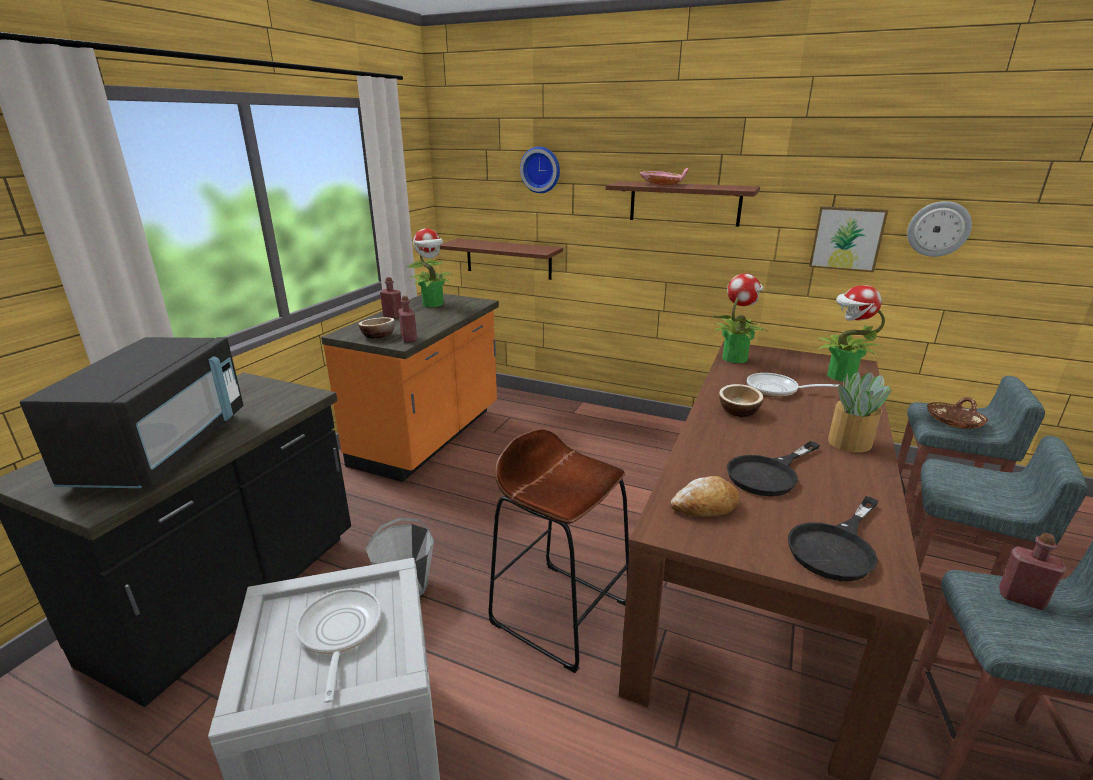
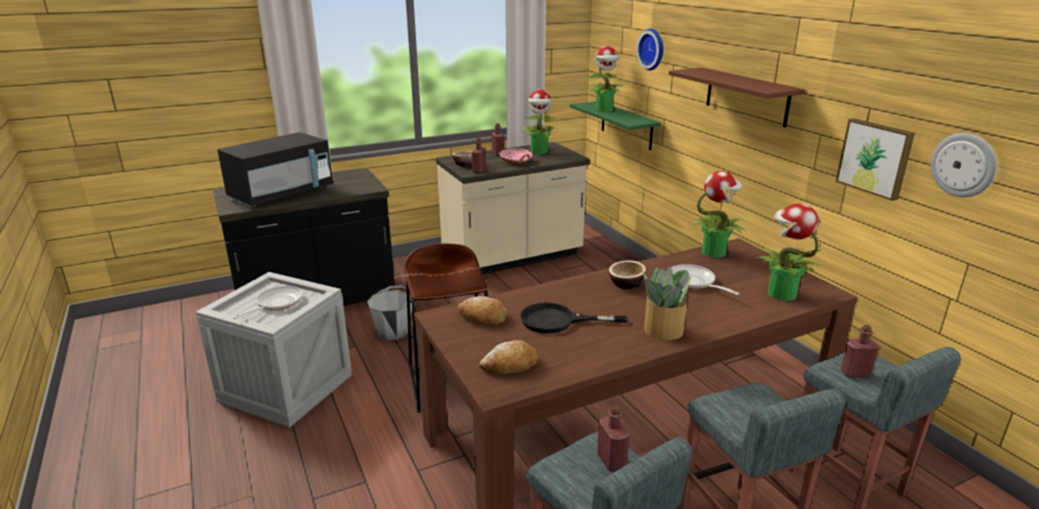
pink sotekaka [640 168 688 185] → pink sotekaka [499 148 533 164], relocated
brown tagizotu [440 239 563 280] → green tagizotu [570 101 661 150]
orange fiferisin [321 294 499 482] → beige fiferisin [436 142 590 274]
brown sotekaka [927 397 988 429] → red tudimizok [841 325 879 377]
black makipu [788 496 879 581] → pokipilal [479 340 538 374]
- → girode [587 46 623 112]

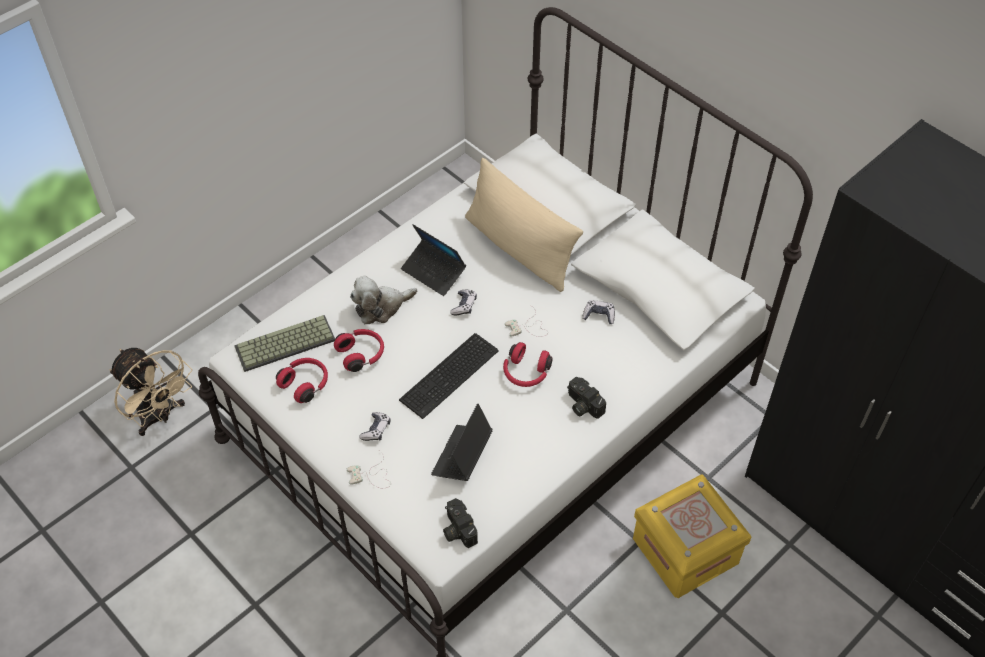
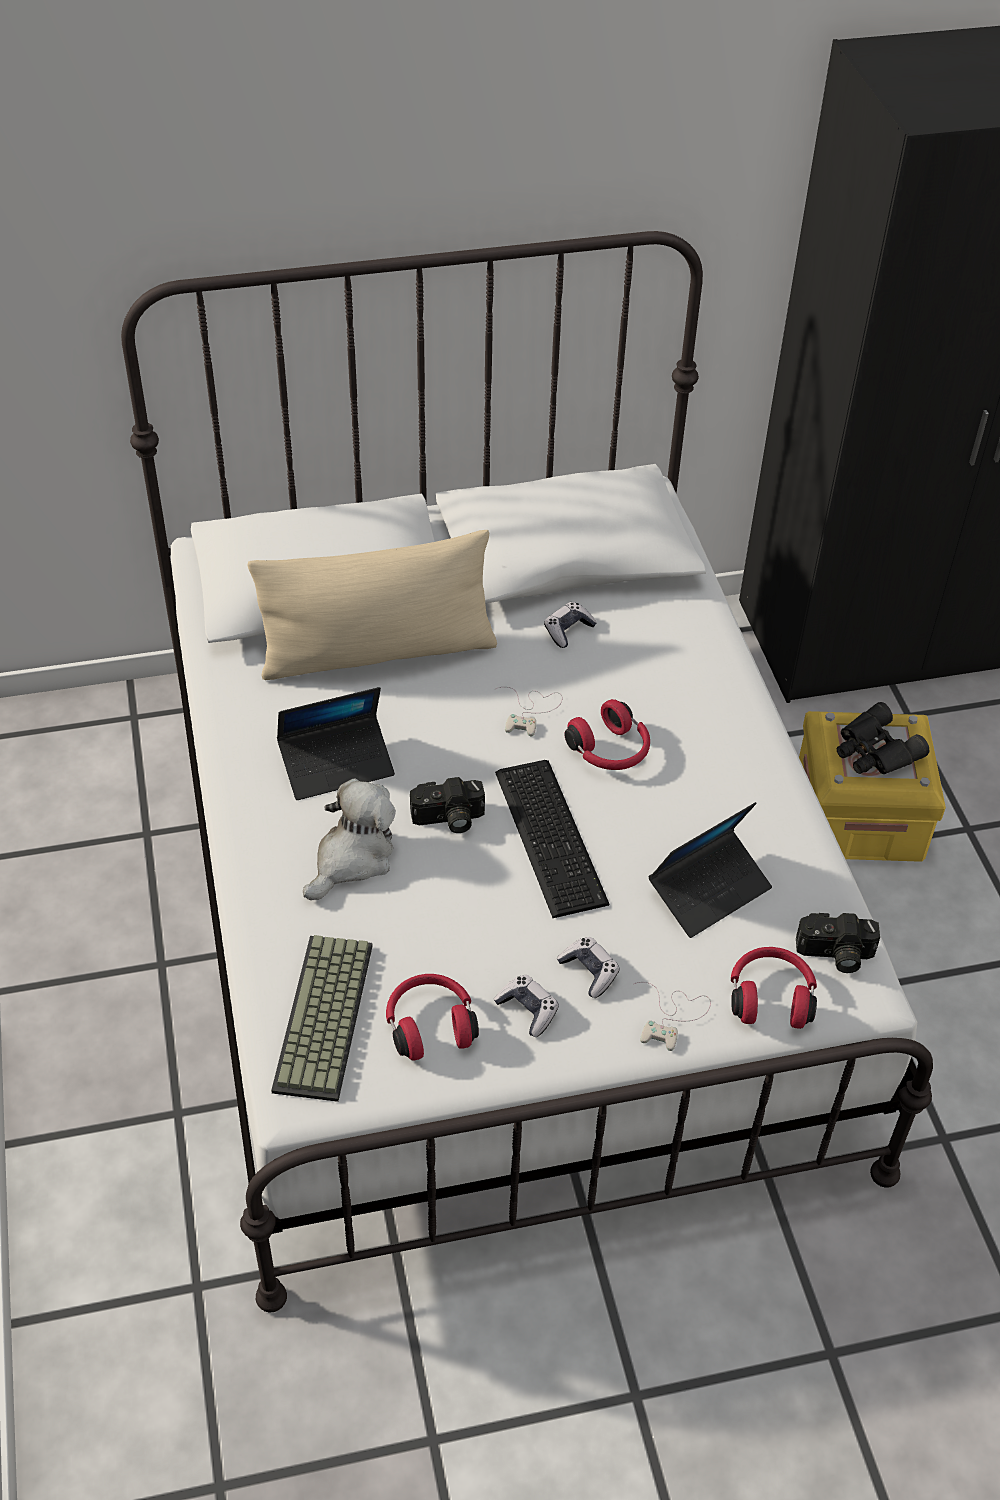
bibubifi [350 275 417 324] → bibubifi [303 779 396 900], 150 degrees counterclockwise
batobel [450 290 477 316] → batobel [494 974 559 1037], relocated
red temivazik [334 329 384 372] → red temivazik [731 947 817 1029], relocated
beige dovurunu [110 348 192 436] → -
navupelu [567 377 606 419] → navupelu [410 777 485 833], relocated
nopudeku [431 404 492 481] → nopudeku [648 802 772 938], 90 degrees counterclockwise
- → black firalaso [836 702 930 774]

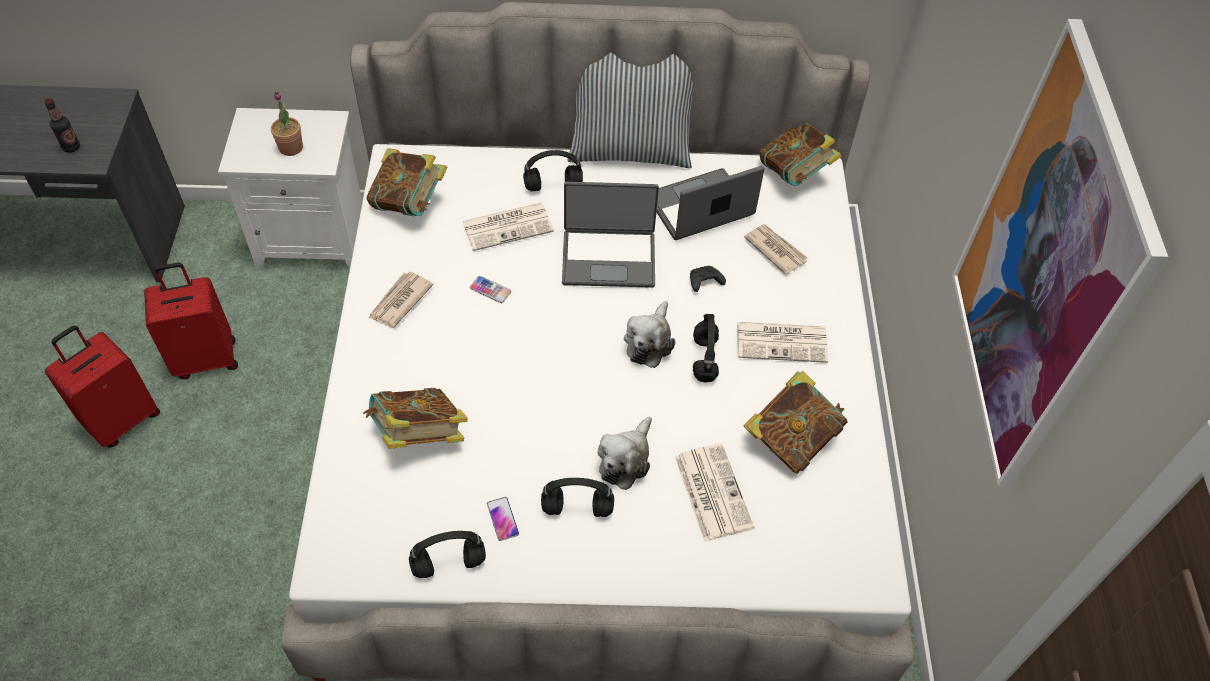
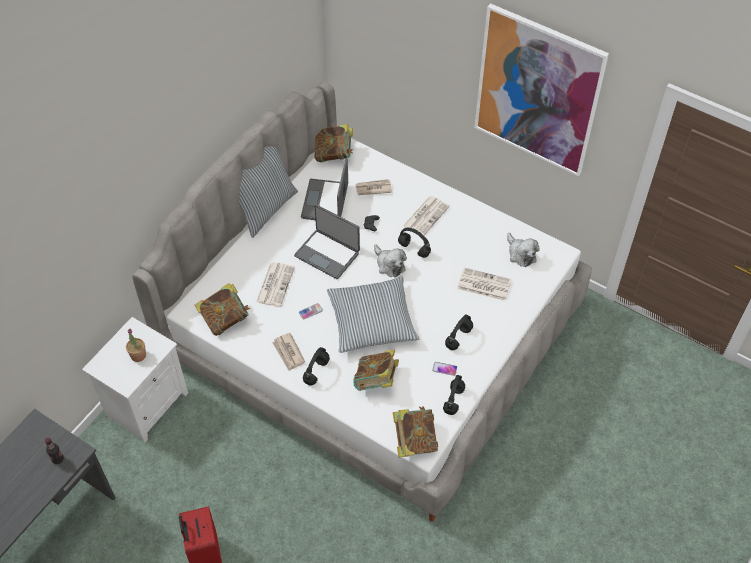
black temivazik [523 150 583 191] → black temivazik [303 347 330 386], relocated
nopudeku [562 182 659 288] → nopudeku [294 204 360 279], 90 degrees clockwise
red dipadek [144 263 238 379] → -
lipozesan [743 371 848 474] → lipozesan [393 407 438 457], relocated
bibubifi [598 417 652 490] → bibubifi [507 233 540 267], relocated
- → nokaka [327 277 420 353]

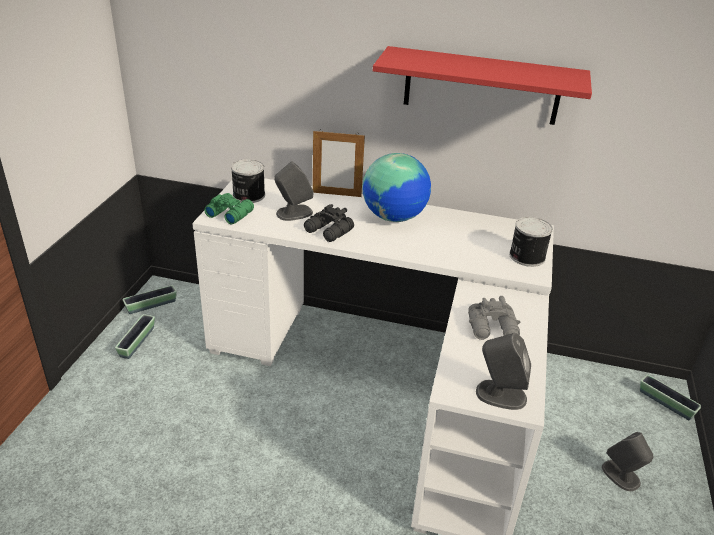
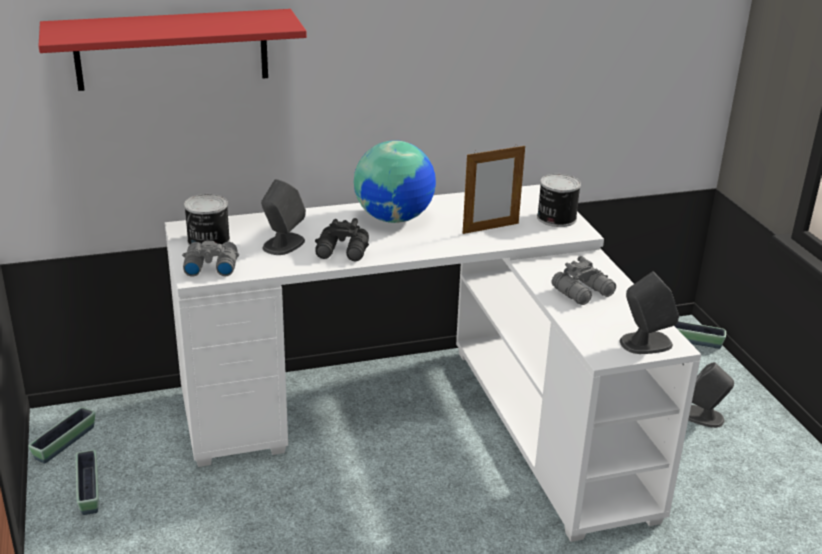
red tagizotu [373 46 592 125] → red tagizotu [39 9 307 91], relocated
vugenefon [313 129 365 197] → vugenefon [462 144 525 234], relocated
green firalaso [204 193 254 224] → grey firalaso [182 241 239 277]

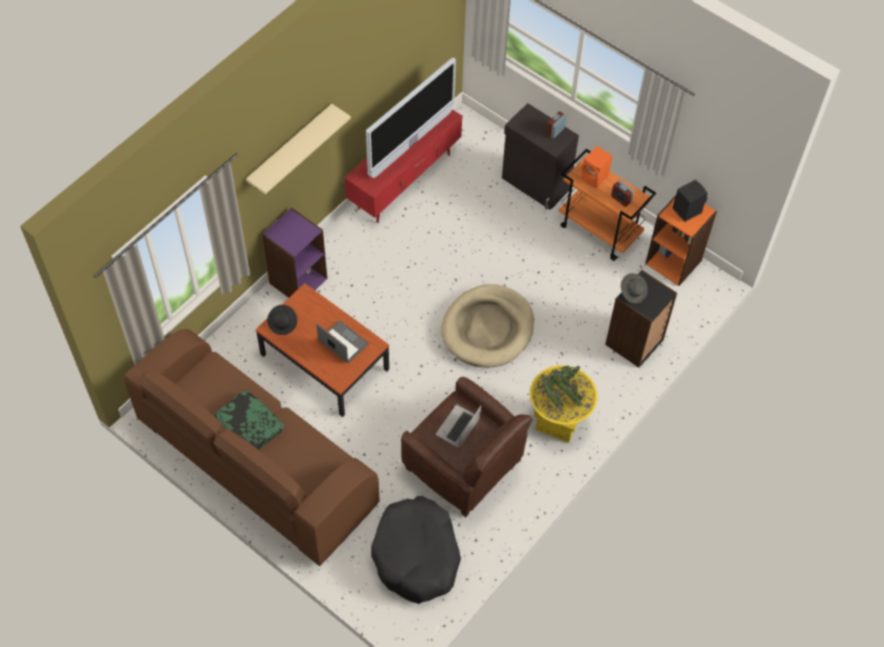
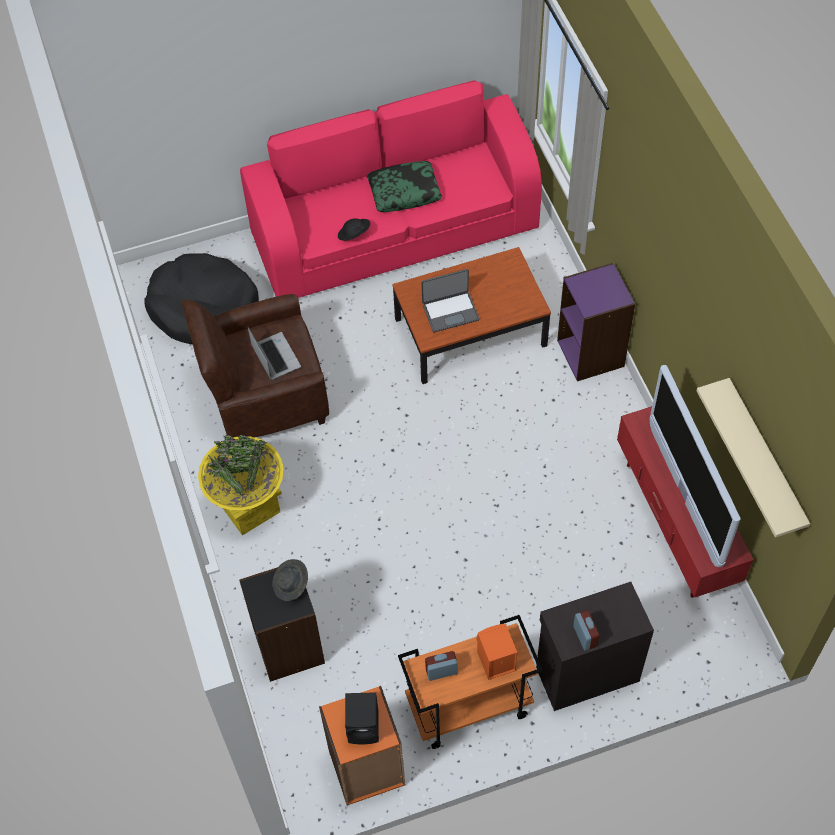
beige tagizotu [246 104 351 194] → beige tagizotu [696 378 810 538], relocated
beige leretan [441 284 534 368] → -
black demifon [267 305 297 335] → black demifon [338 218 370 241], relocated
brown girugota [124 329 380 566] → pink girugota [240 80 542 298]

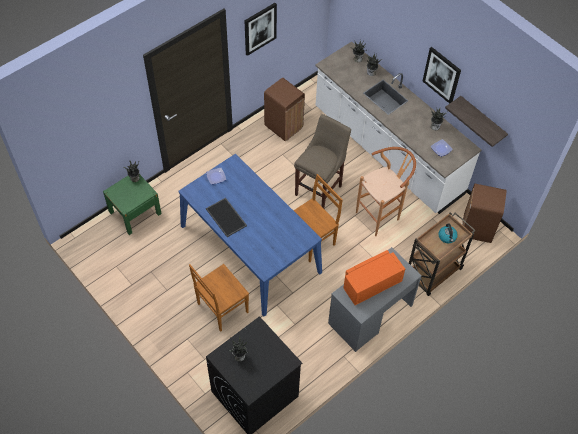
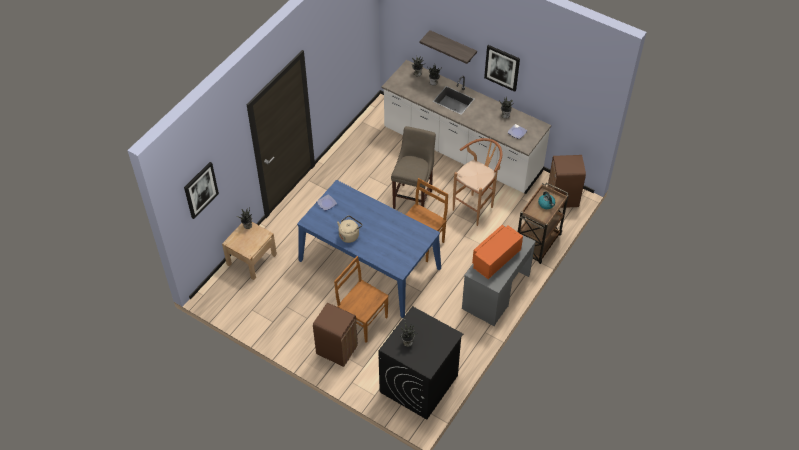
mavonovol [244 3 277 56] → mavonovol [184 162 219 219], relocated
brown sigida [264 78 305 141] → brown sigida [313 303 358 367], relocated
tagizotu [445 96 508 147] → tagizotu [420 30 477 64], relocated
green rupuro [103 174 162 235] → beige rupuro [222 222 277 280]
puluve [206 198 247 237] → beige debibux [337 215 363 243]
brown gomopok [189 264 249 332] → brown gomopok [334 256 389 343], 90 degrees clockwise

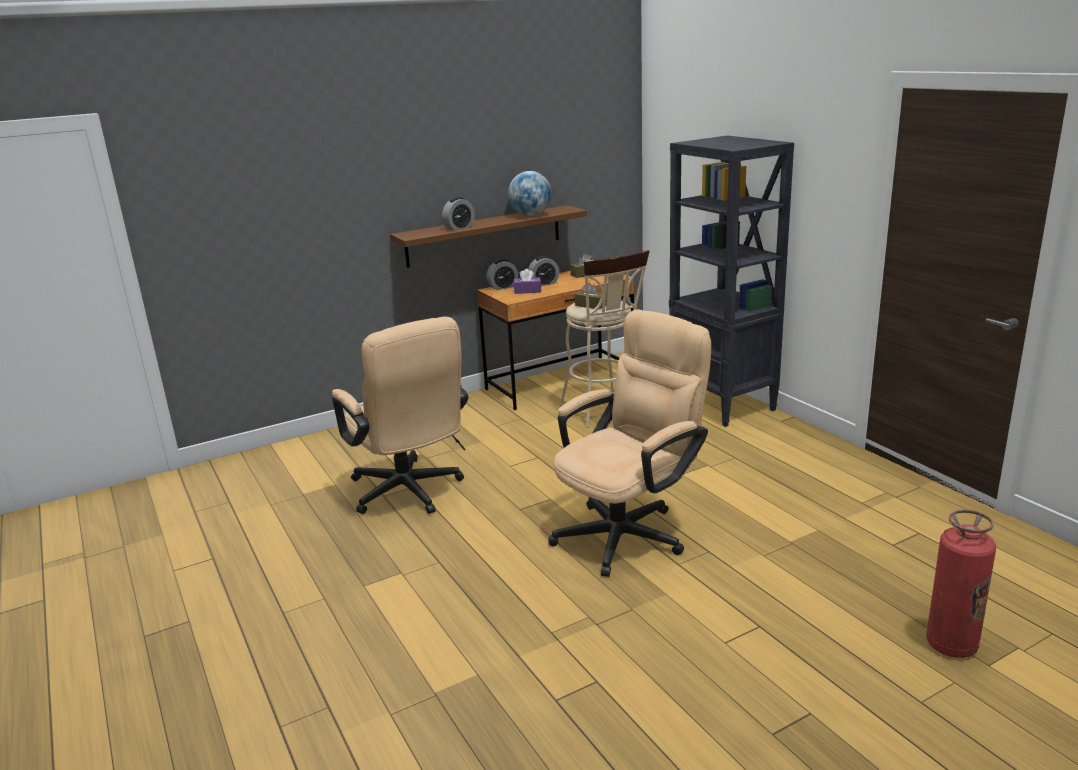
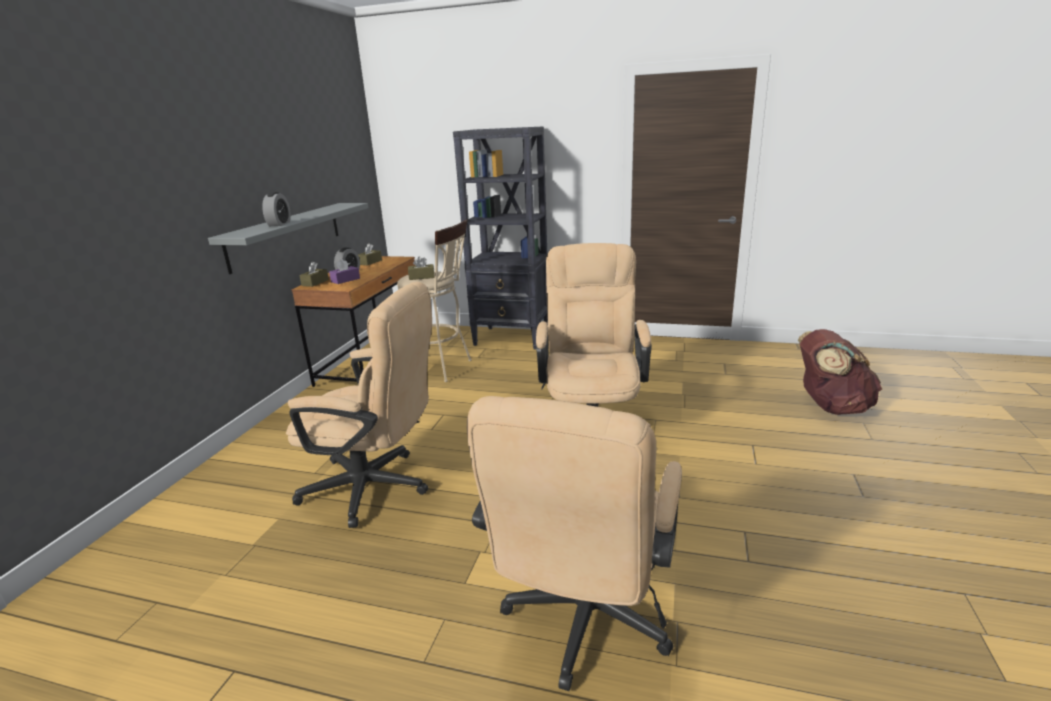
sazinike [508 171 552 216] → -
brown tagizotu [390 205 587 268] → grey tagizotu [208 203 369 274]
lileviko [486 259 518 290] → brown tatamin [299 262 329 287]
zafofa [926 510 996 658] → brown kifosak [798 329 882 415]
- → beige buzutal [467 396 682 691]

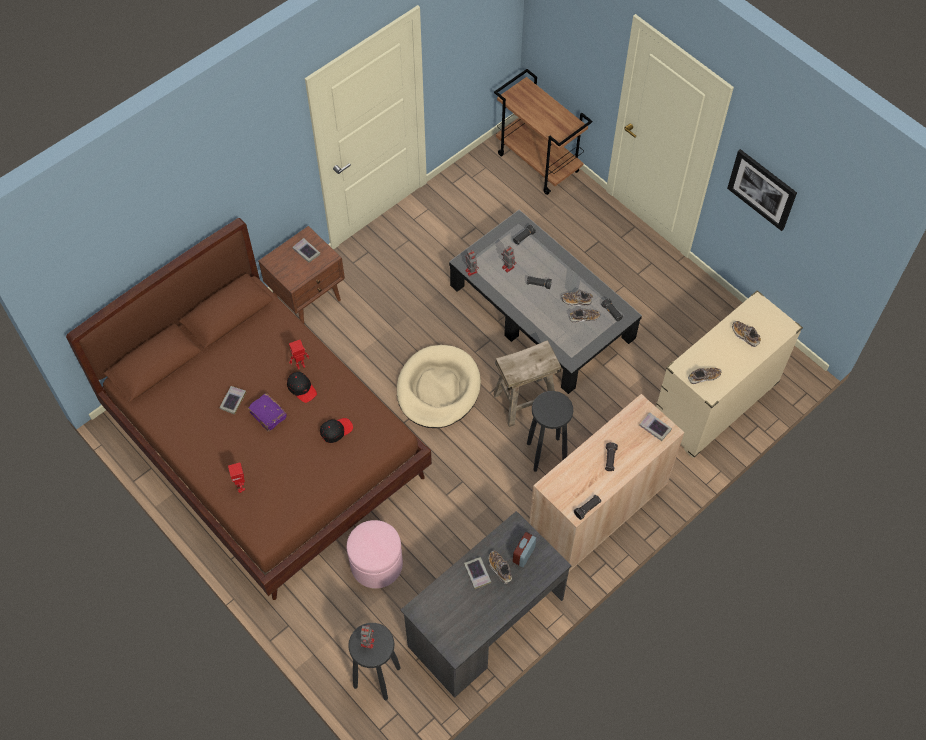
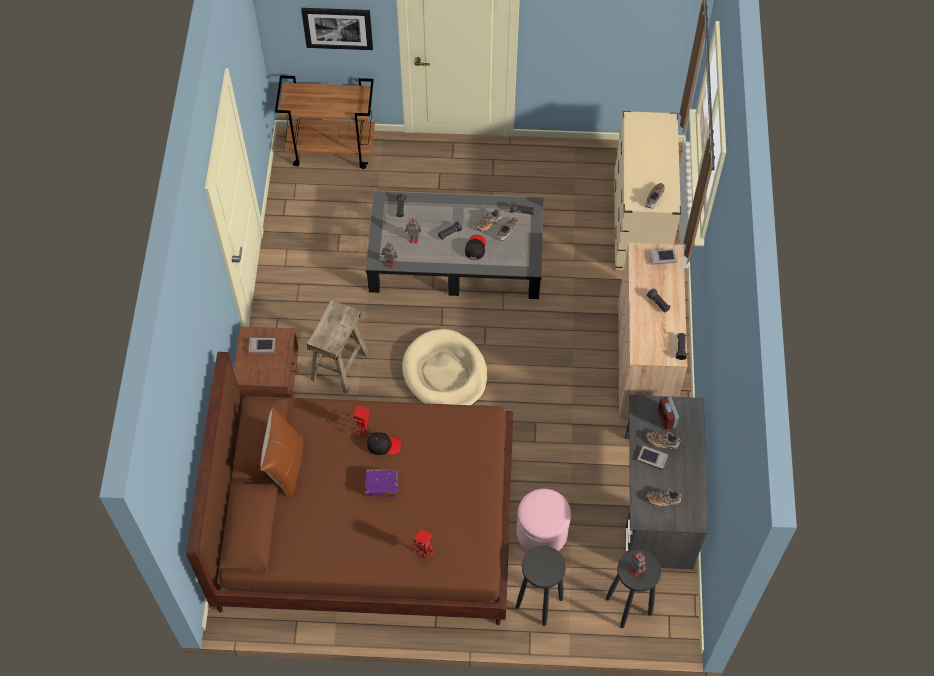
mavonovol [727 149 797 231] → mavonovol [301 8 373 50], relocated
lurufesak [732 321 761 347] → lurufesak [647 489 682 506], relocated
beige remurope [493 340 561 427] → beige remurope [307 300 369 394], relocated
lipozesan [219 386 246 415] → -
black remurope [527 391 573 472] → black remurope [516 546 566 626], relocated
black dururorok [320 418 353 443] → black dururorok [465 235 486 260], relocated
- → brown nokaka [261 408 303 497]

